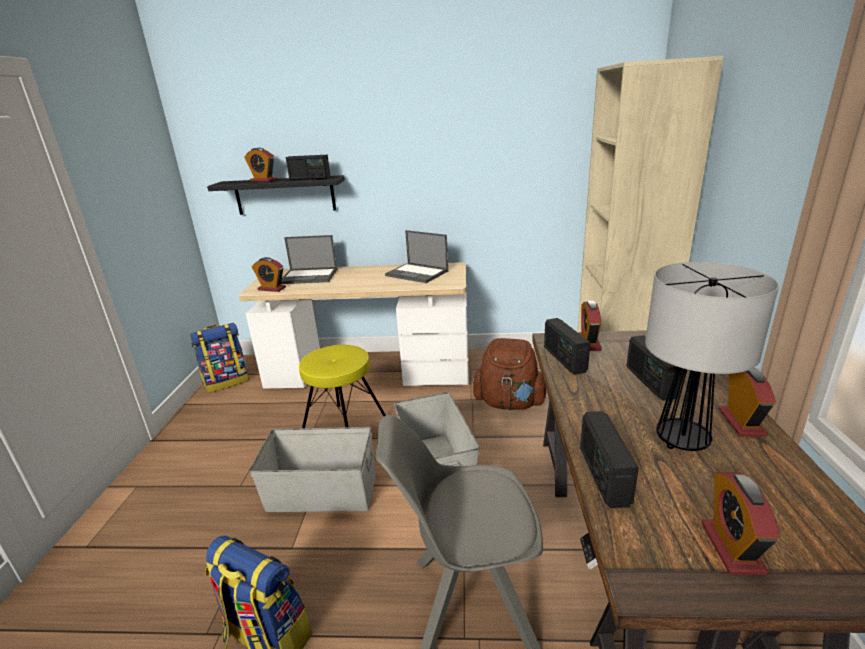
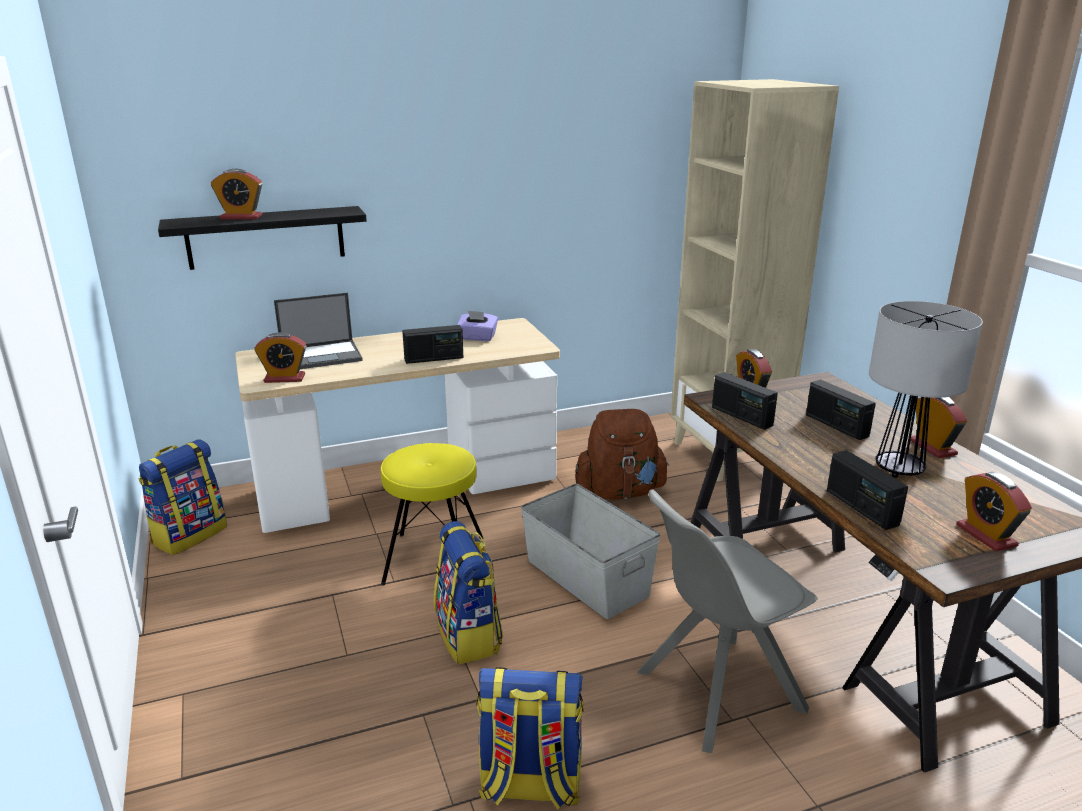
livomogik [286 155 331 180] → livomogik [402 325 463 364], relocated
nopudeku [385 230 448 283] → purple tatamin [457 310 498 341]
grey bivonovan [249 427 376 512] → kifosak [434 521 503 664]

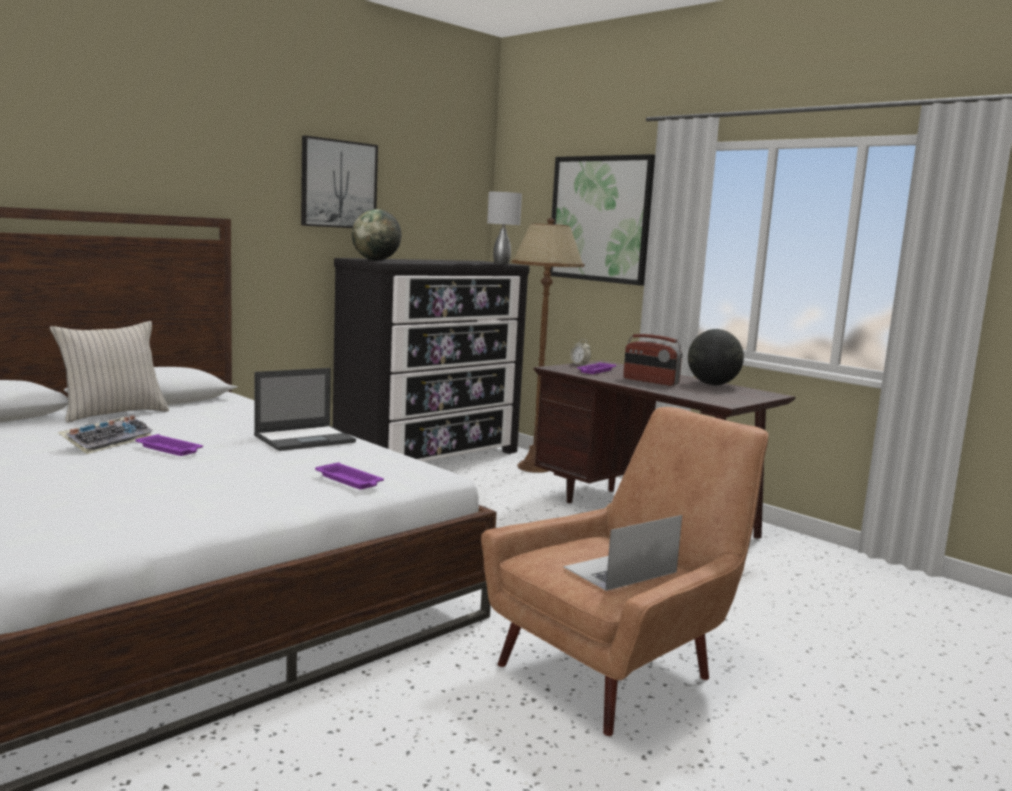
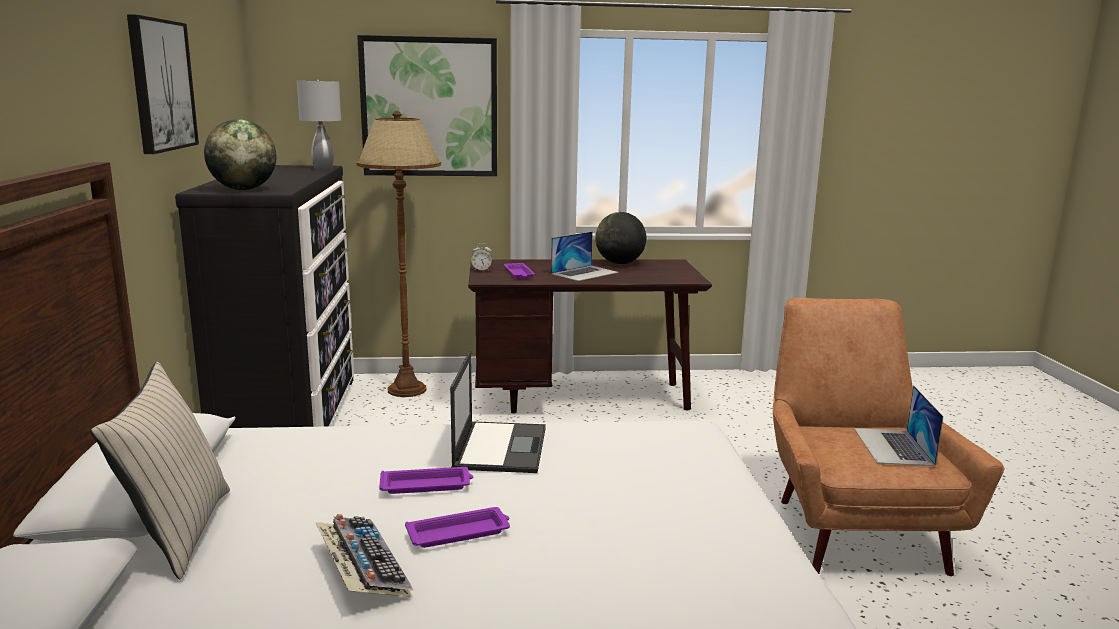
livomogik [623 334 683 386] → nopudeku [551 231 619 281]
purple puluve [315 462 384 489] → purple puluve [379 467 473 494], relocated

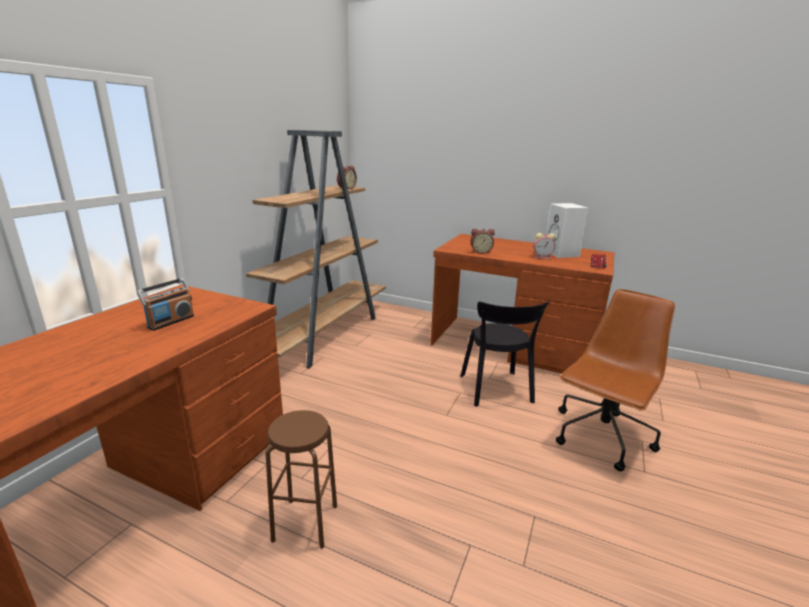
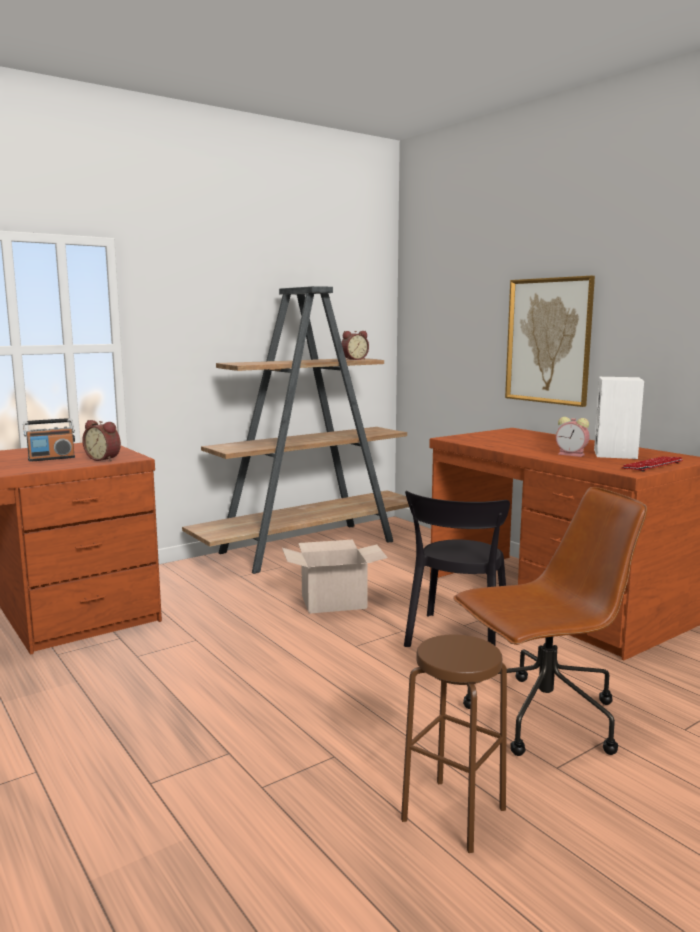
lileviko [470 229 495 254] → lileviko [82 420 121 461], relocated
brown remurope [265 410 337 549] → brown remurope [401 634 507 853], relocated
- → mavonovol [505 276 595 407]
- → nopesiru [282 540 388 614]

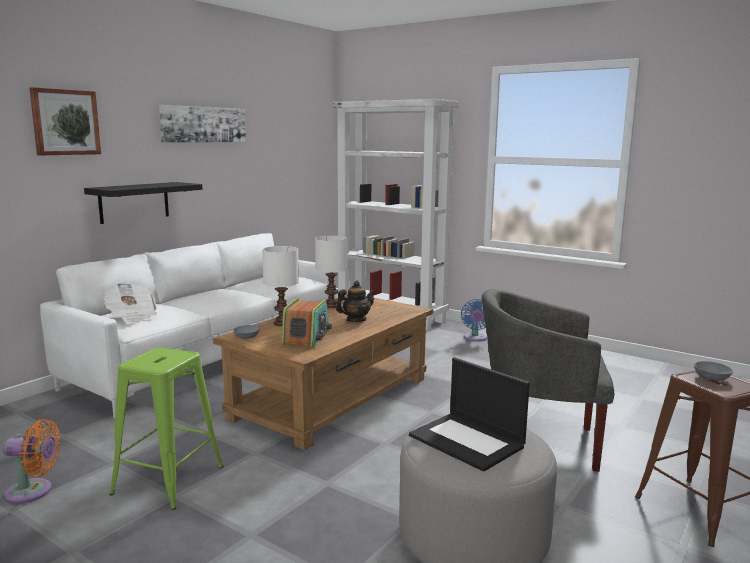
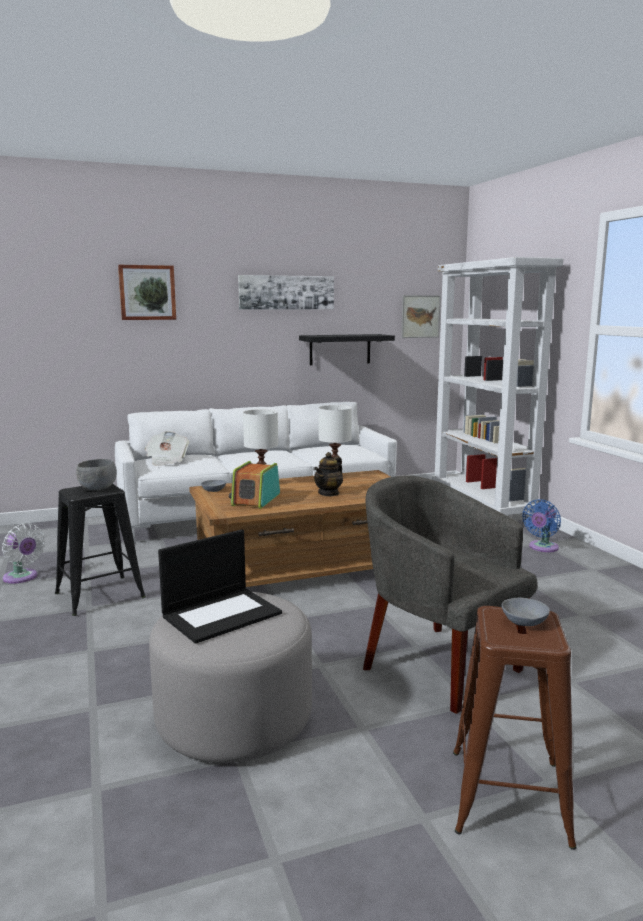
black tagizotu [84 182 203 224] → black tagizotu [299 334 395 365], relocated
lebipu [336 281 376 322] → lebipu [314 452 343 496], 120 degrees clockwise
livomogik [282 298 332 348] → livomogik [229 461 280 509], 150 degrees clockwise
green remurope [109 347 224 510] → black remurope [55 484 146 616]
nopudeku [409 357 530 472] → nopudeku [158 529 282 644], 120 degrees counterclockwise
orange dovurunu [3 419 61 504] → white dovurunu [2 523 45 584]
- → mavonovol [401 295 441 338]
- → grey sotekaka [76 459 117 491]

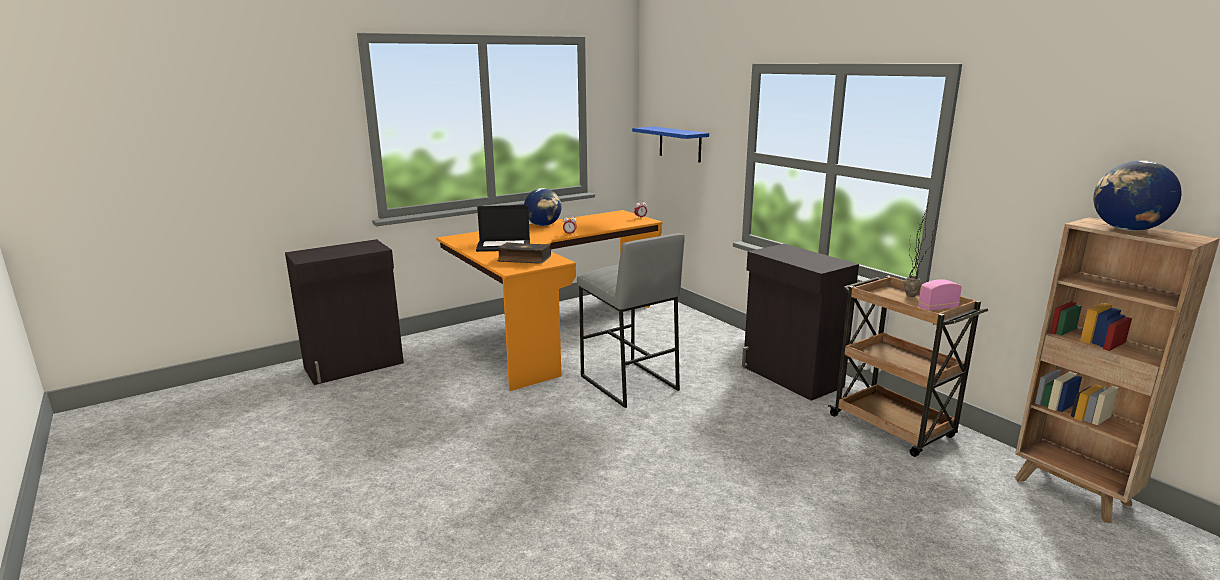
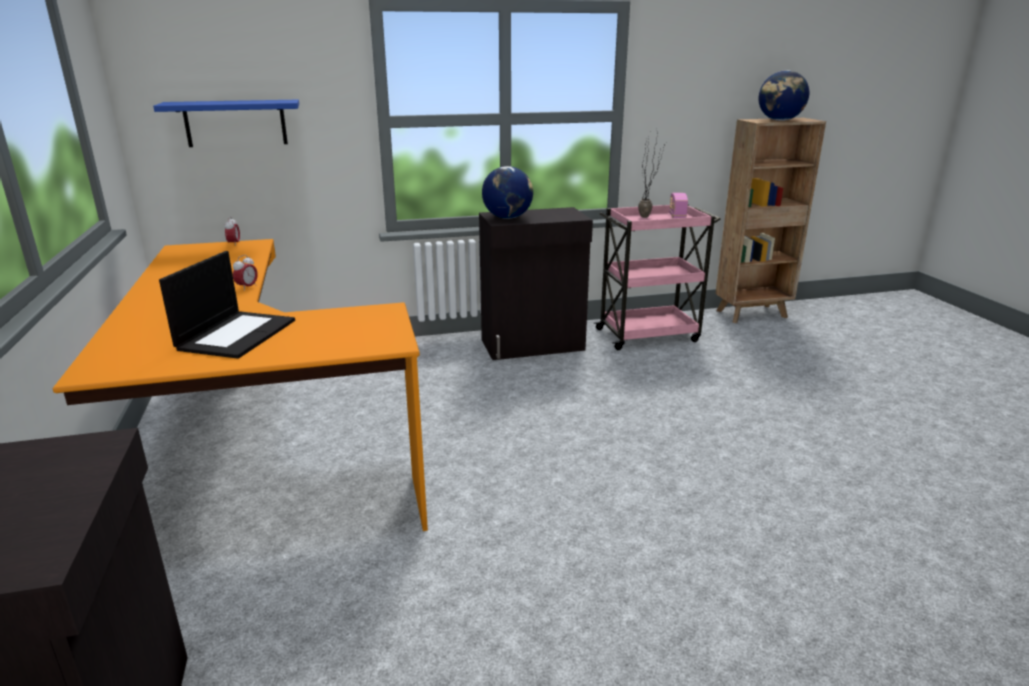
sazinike [524 188 561 226] → sazinike [482 166 533 219], relocated
grey remurope [577 233 685 408] → -
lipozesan [497 242 551 264] → -
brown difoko [828 276 988 457] → pink difoko [593 204 721 350]

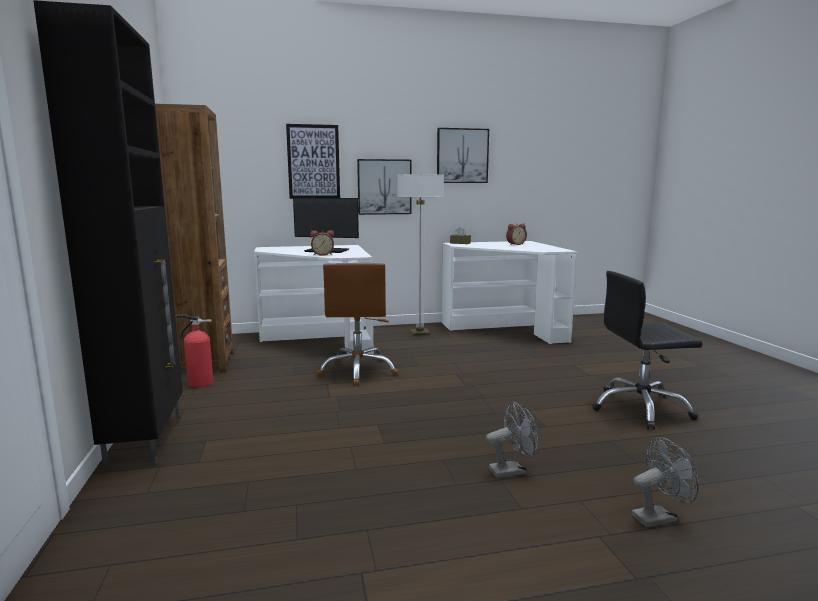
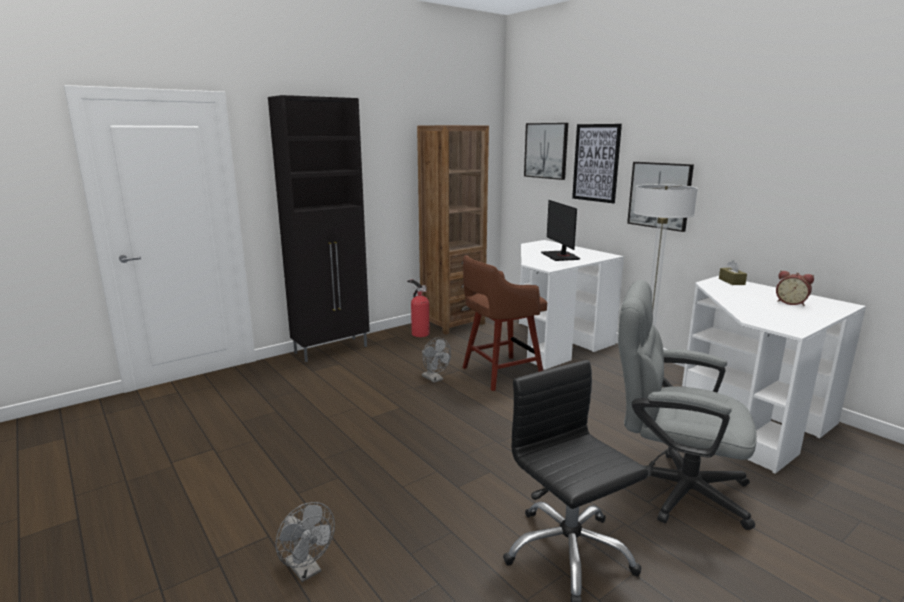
mavonovol [437 128 489 183] → mavonovol [524 123 568 180], relocated
lileviko [310 230 334 256] → -
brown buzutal [316 263 399 386] → brown remurope [463 255 547 391]
grey dovurunu [486 402 539 478] → grey dovurunu [422 337 451 383], relocated
- → grey buzutal [618 280 757 530]

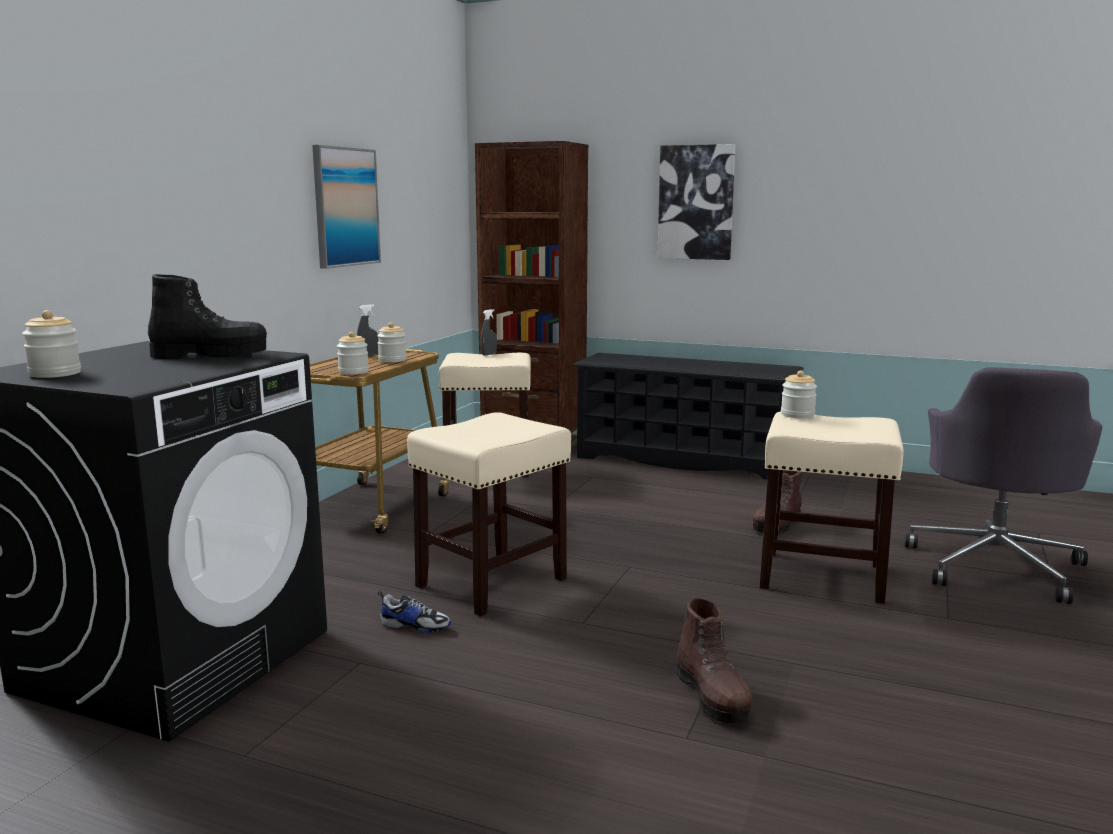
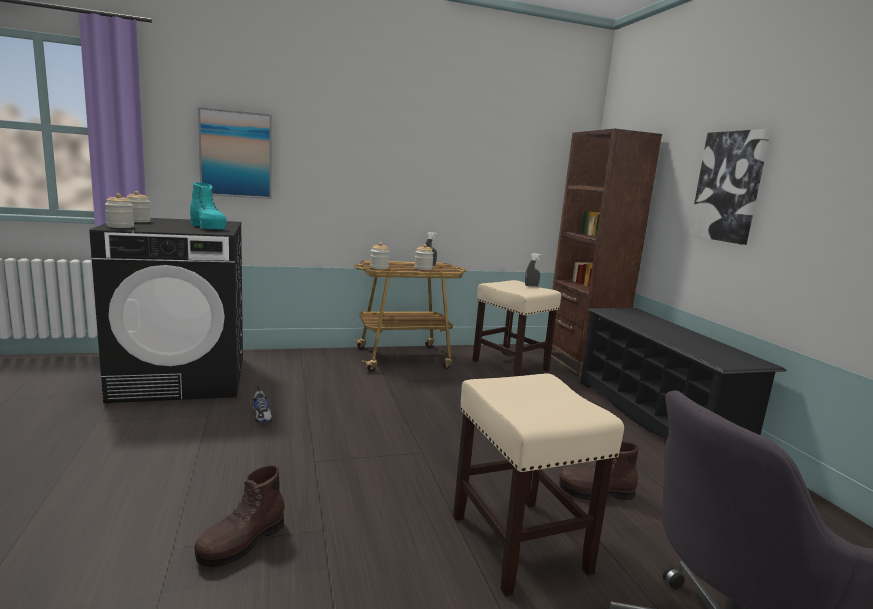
mavonovol [312 145 381 269] → mavonovol [198 107 272 199], relocated
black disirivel [148 274 267 359] → turquoise disirivel [190 182 227 229]
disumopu [781 371 817 418] → disumopu [105 193 134 228], relocated
beige remurope [407 412 571 616] → -

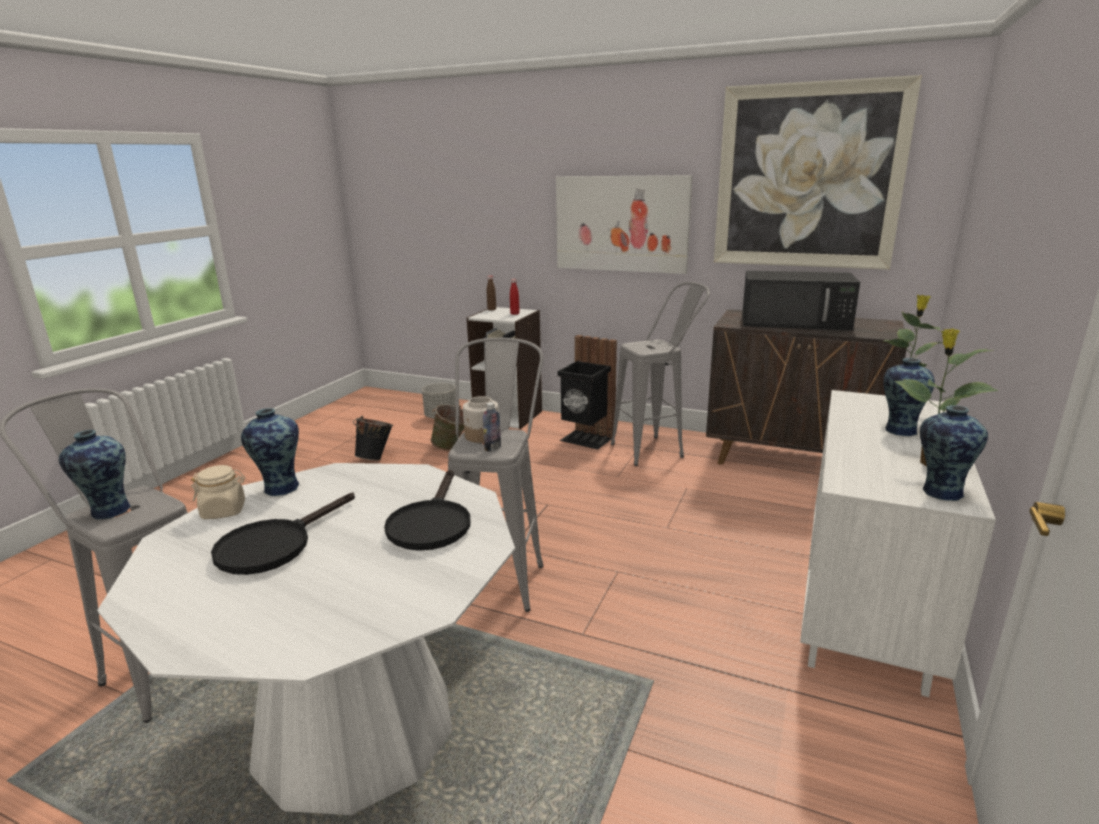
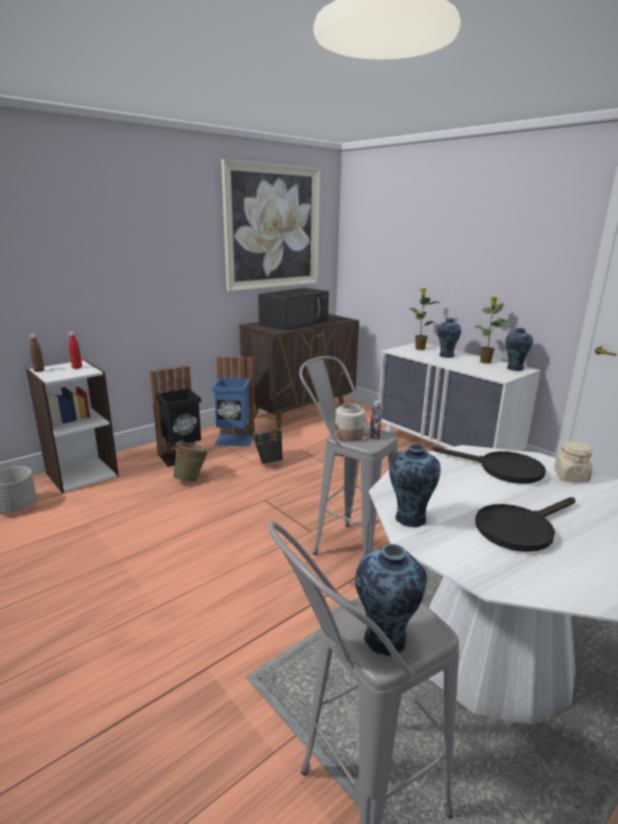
mavonovol [556 175 692 274] → -
grey remurope [611 282 710 466] → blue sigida [212 356 255 447]
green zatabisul [430 404 464 450] → green zatabisul [173 440 210 482], relocated
black zatabisul [353 416 393 461] → black zatabisul [251 427 284 464], relocated
beige disumopu [191 465 245 519] → beige disumopu [554 441 592 482], relocated
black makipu [211 492 355 575] → black makipu [475 497 575 552], 90 degrees clockwise

